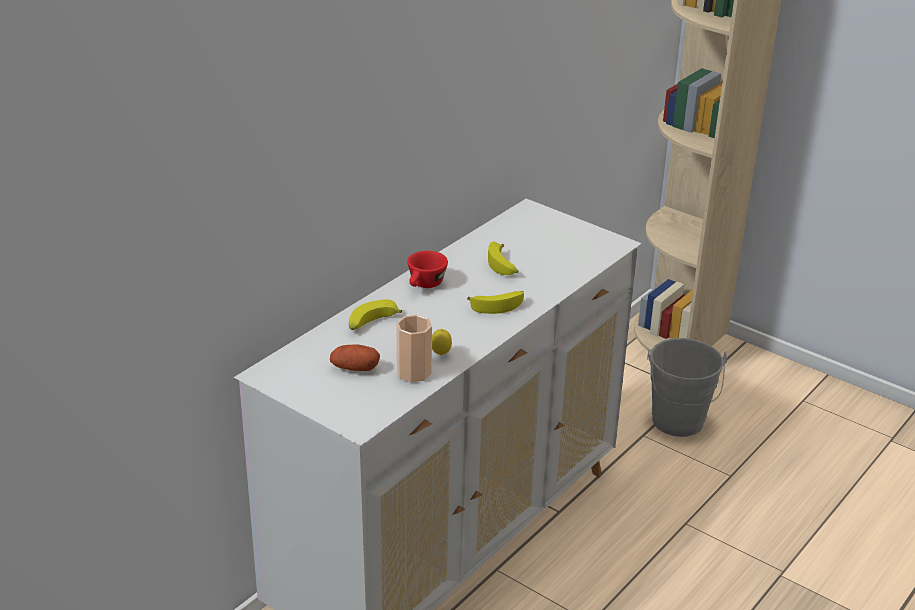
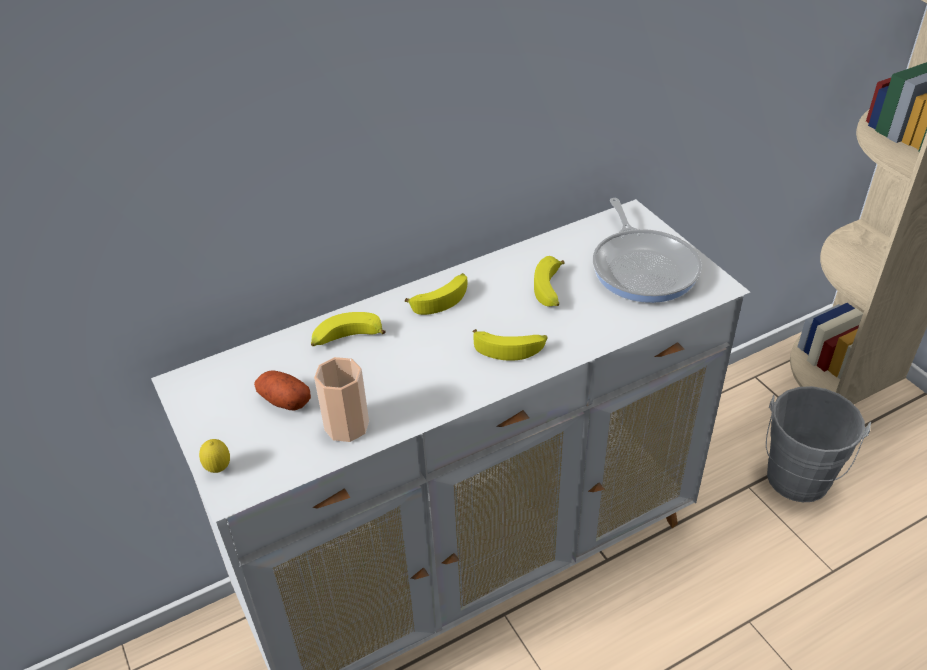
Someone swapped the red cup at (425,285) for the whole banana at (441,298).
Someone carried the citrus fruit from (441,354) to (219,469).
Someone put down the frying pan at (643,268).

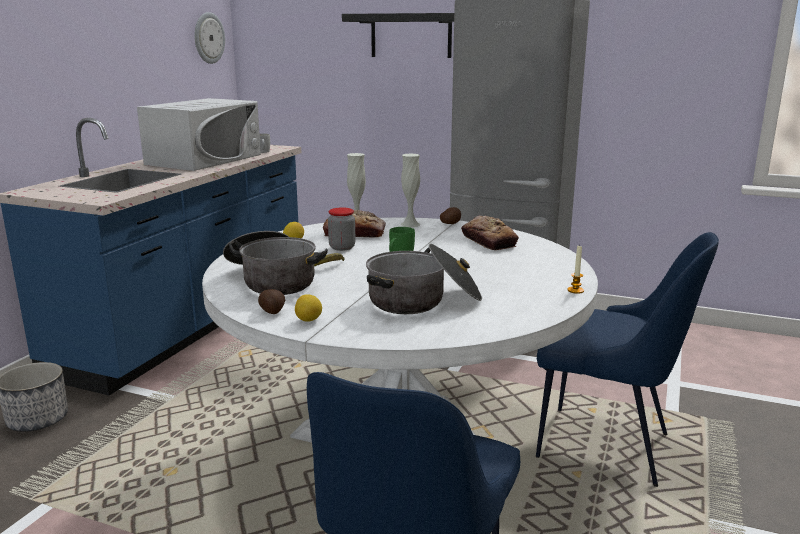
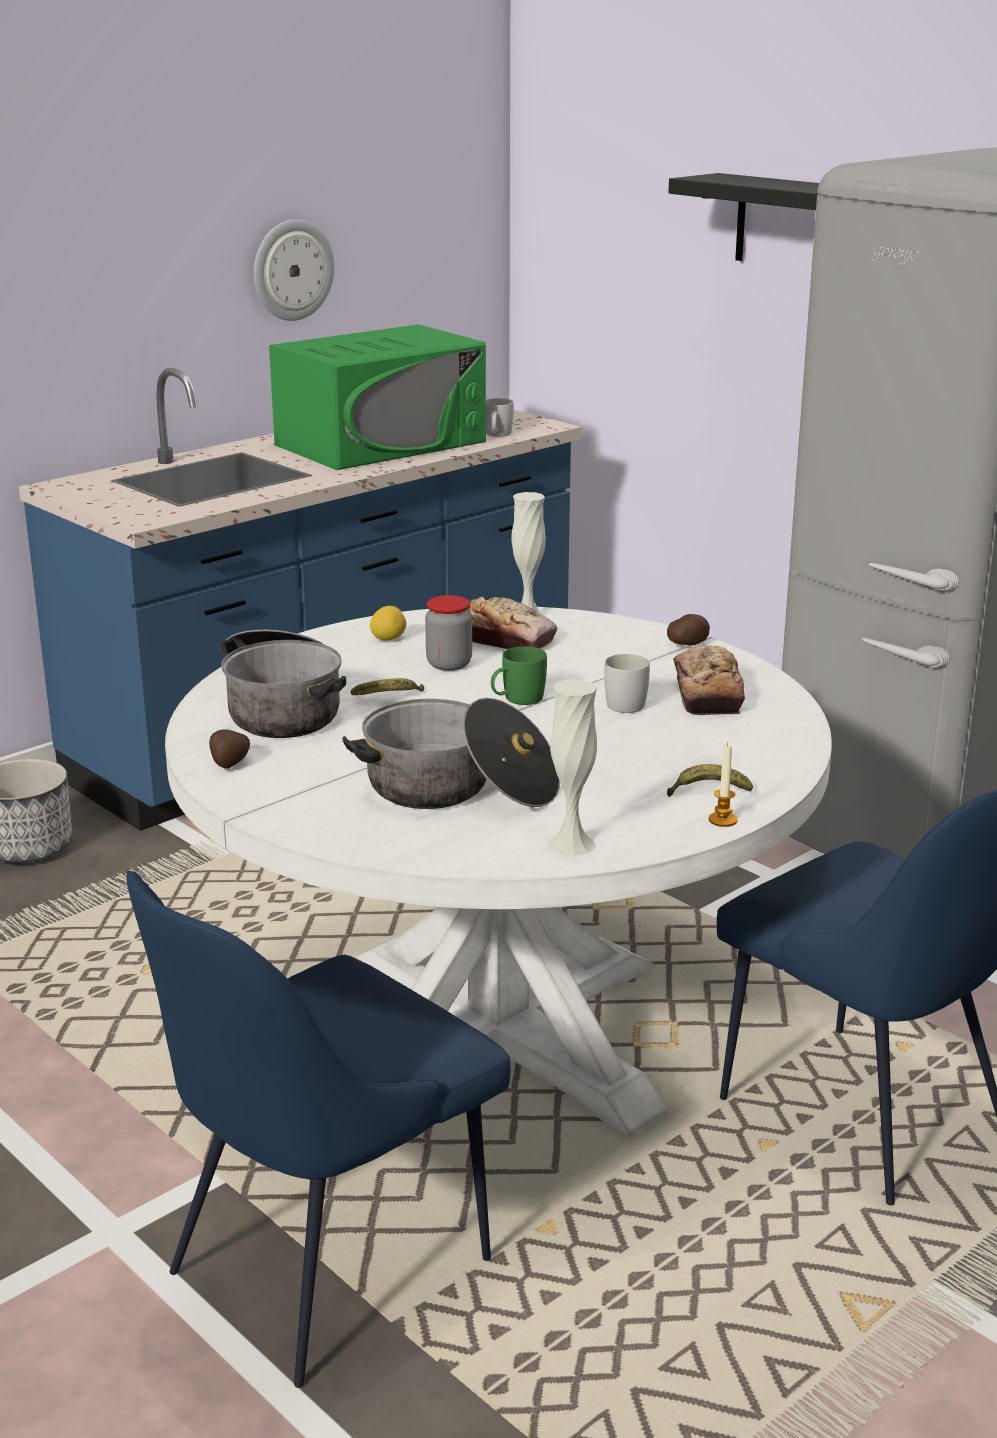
Someone repainted the white-coloured microwave at (204,159), which became the green microwave at (381,443).
Someone carried the hanging clock from (208,38) to (292,270).
Someone took away the citrus fruit at (309,320).
Someone carried the white-coloured decorative vase from (410,224) to (571,844).
Someone put down the white-coloured mug at (623,702).
Someone put down the whole banana at (707,791).

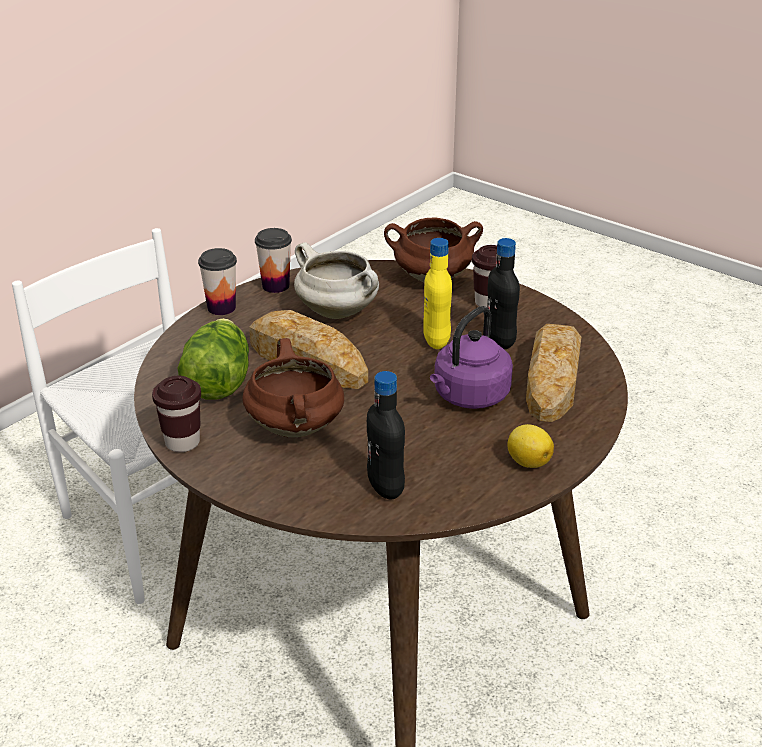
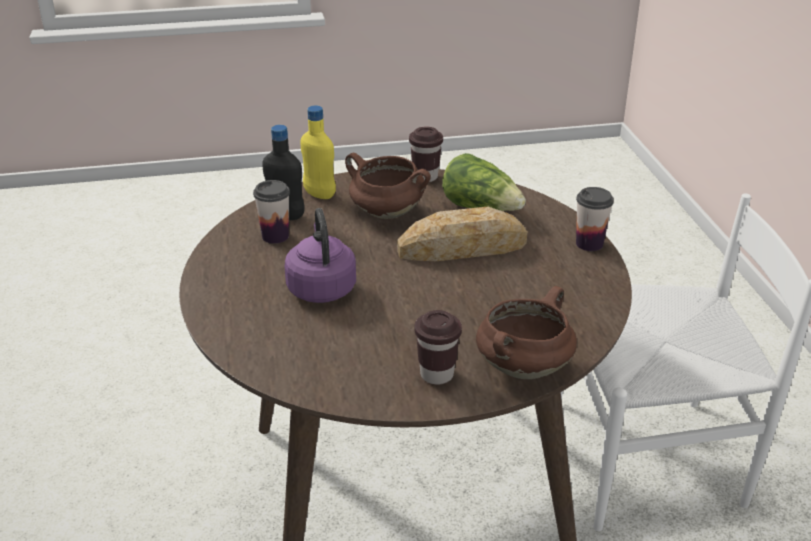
Someone carried the cup from (275,286) to (275,236).
Someone took away the white-coloured cooking pot at (339,312).
Someone carried the yellowish bottle from (436,340) to (319,194).
Someone took away the blackish bottle at (500,341).
Someone took away the citrus fruit at (527,461).
Someone took away the baked bread at (553,378).

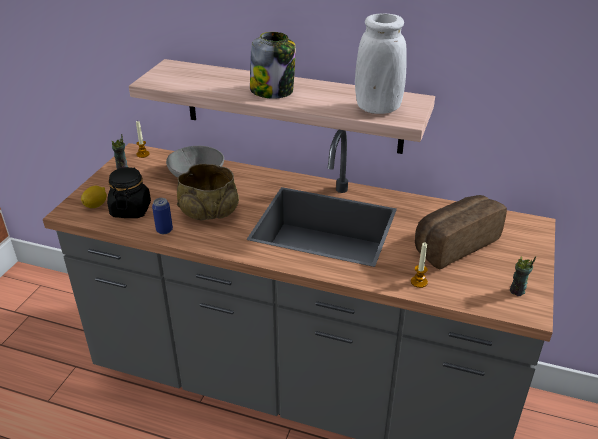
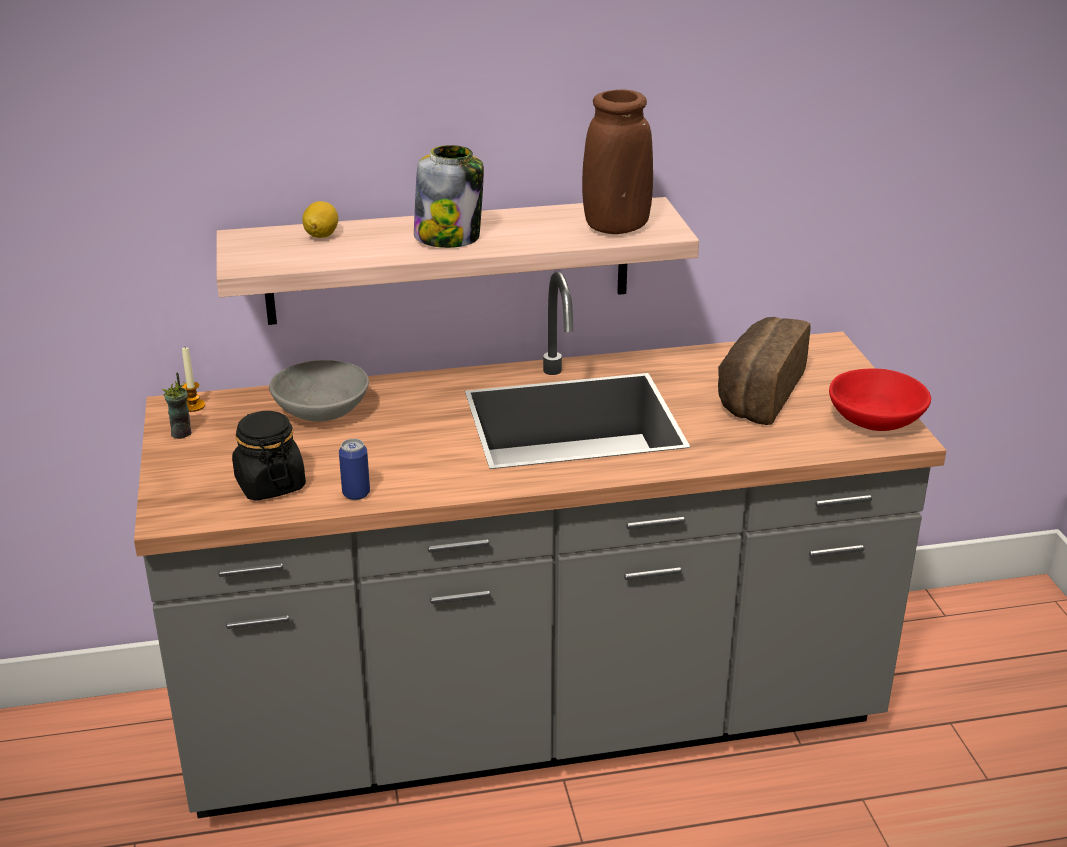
Someone carried the citrus fruit from (96,205) to (321,235).
Someone took away the beige bowl at (209,212).
Someone repainted the white-coloured decorative vase at (377,108), which became the brown-coloured decorative vase at (616,227).
Someone took away the wax light at (419,282).
Someone swapped the cup at (517,291) for the red bowl at (874,421).

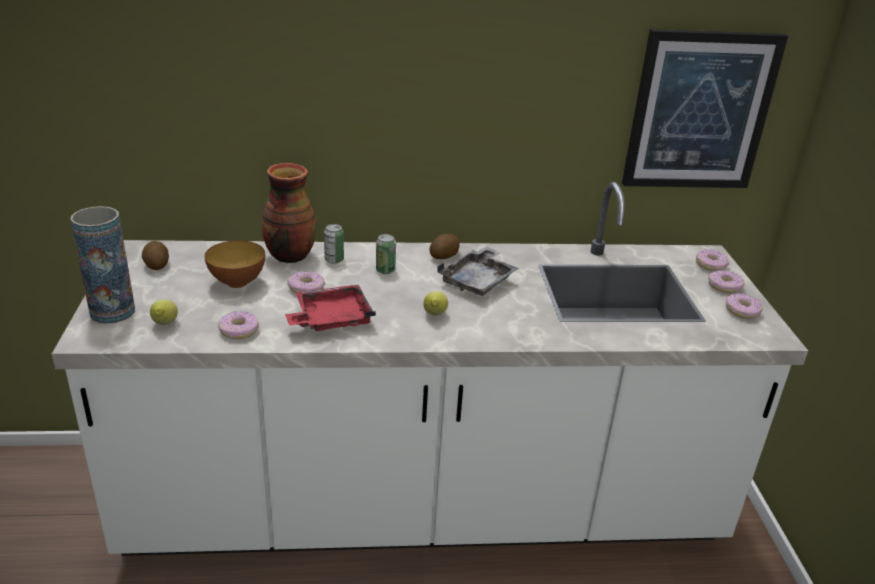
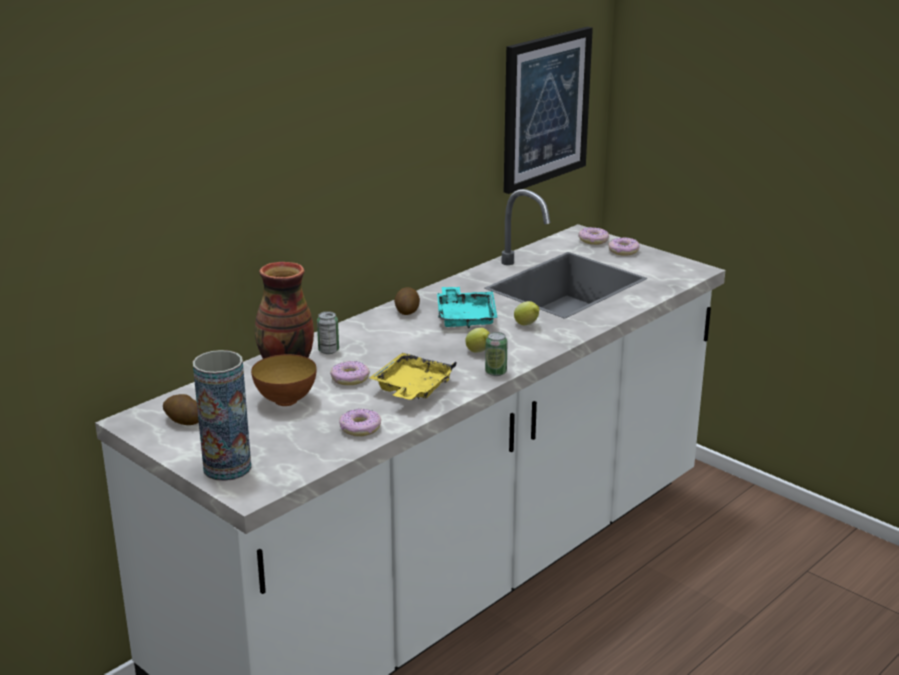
Someone carried the citrus fruit from (165,325) to (527,325).
Someone repainted the red tray at (331,319), which became the yellowish tray at (412,389).
Someone carried the metal can from (385,270) to (496,372).
Someone repainted the greyish tray at (478,281), which became the turquoise-coloured tray at (465,317).
Someone took away the ring doughnut at (742,311).

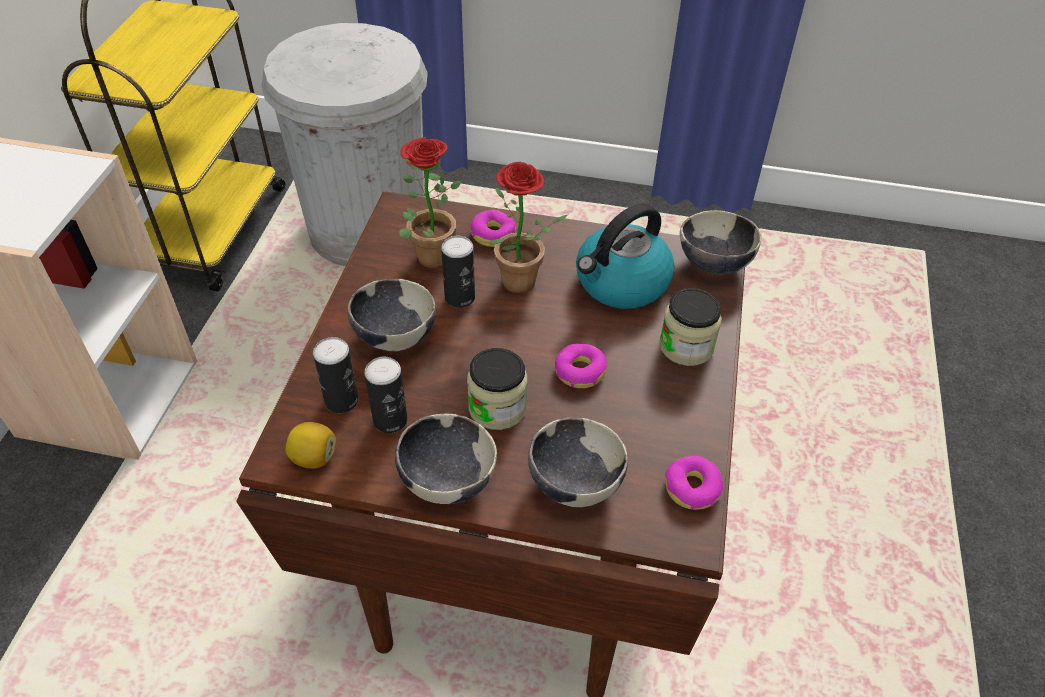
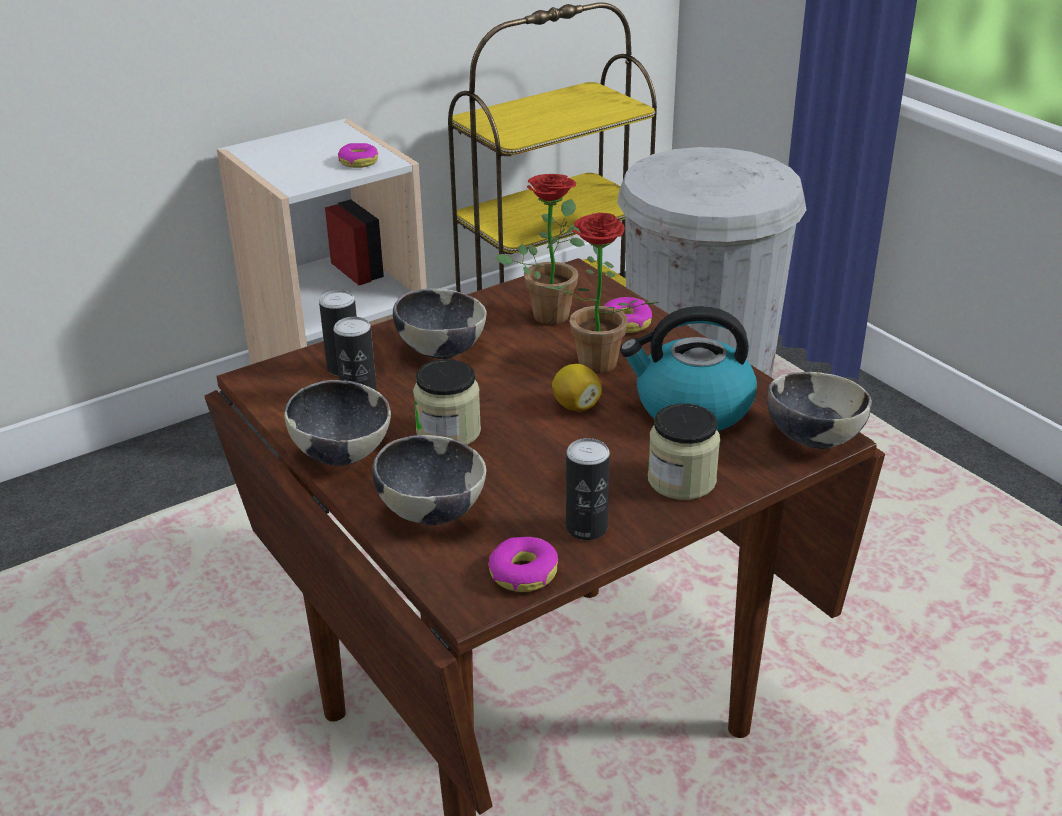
Someone carried the citrus fruit from (314,457) to (576,406).
Someone carried the metal can from (460,297) to (586,528).
Someone carried the ring doughnut from (579,371) to (358,162).

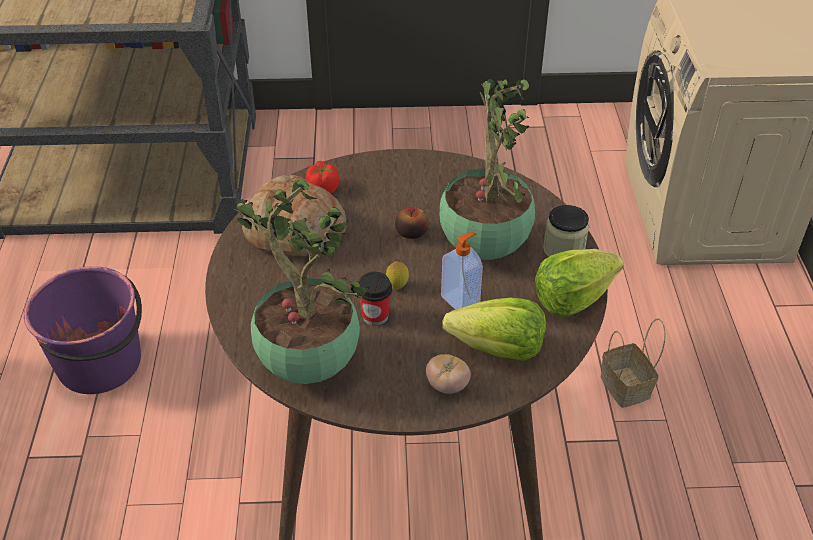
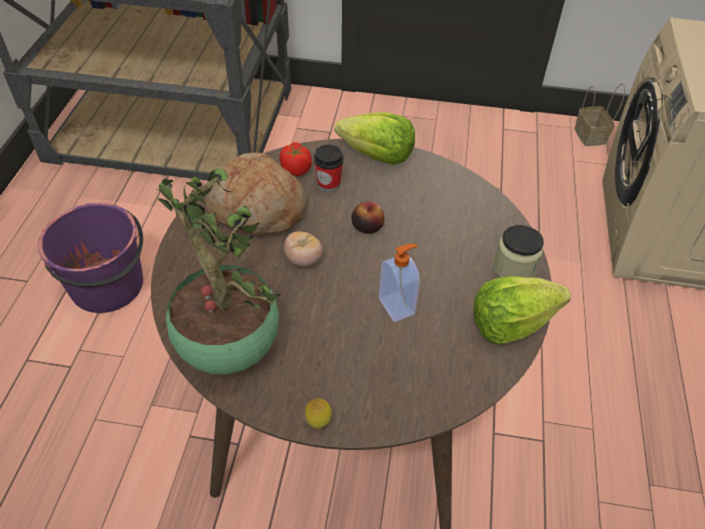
Someone carried the cup from (375,316) to (329,184).
Someone carried the citrus fruit from (397,286) to (318,422).
Someone carried the tomato from (447,385) to (303,260).
Someone took away the potted plant at (483,245).
Someone carried the lettuce from (498,349) to (377,156).
Someone carried the basket from (627,388) to (591,136).

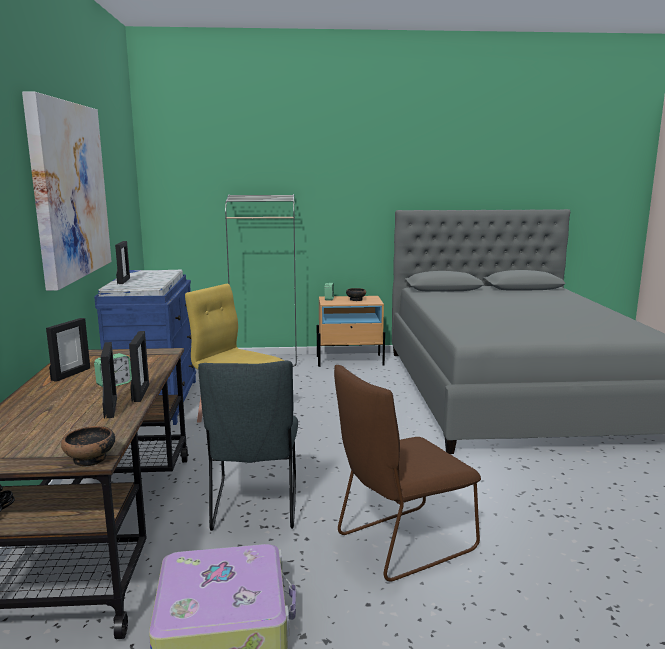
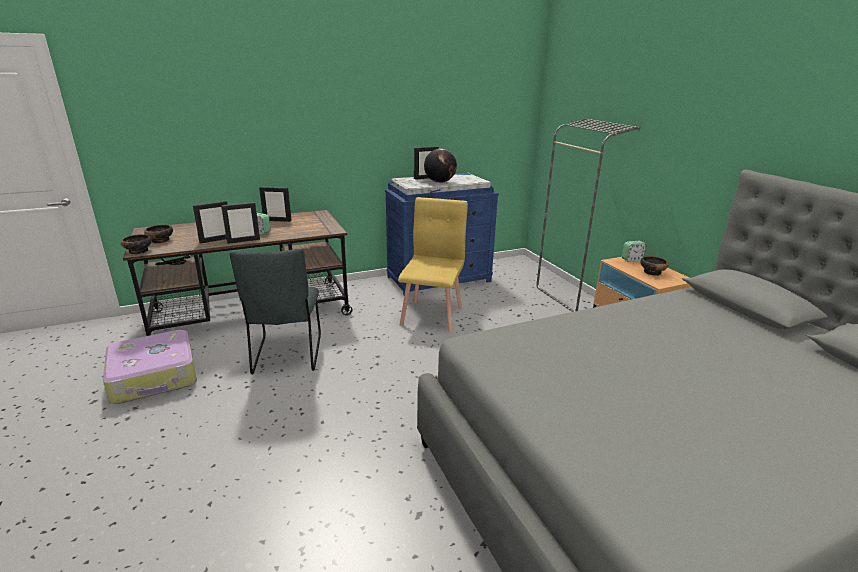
Someone took away the picture at (68,191).
Someone rotated the greyish plain chair at (255,508) by 75 degrees counterclockwise.
Someone took away the brown-coloured plain chair at (400,544).
Someone put down the bowl at (160,240).
Someone put down the world globe at (439,182).

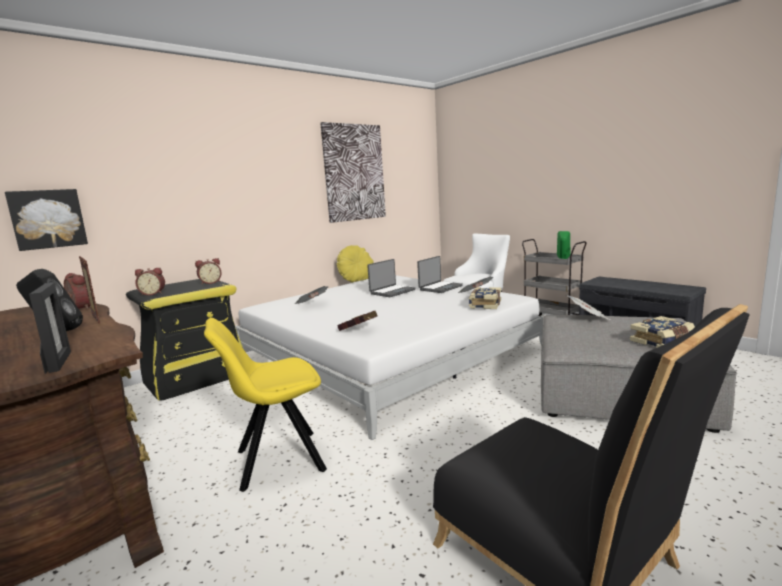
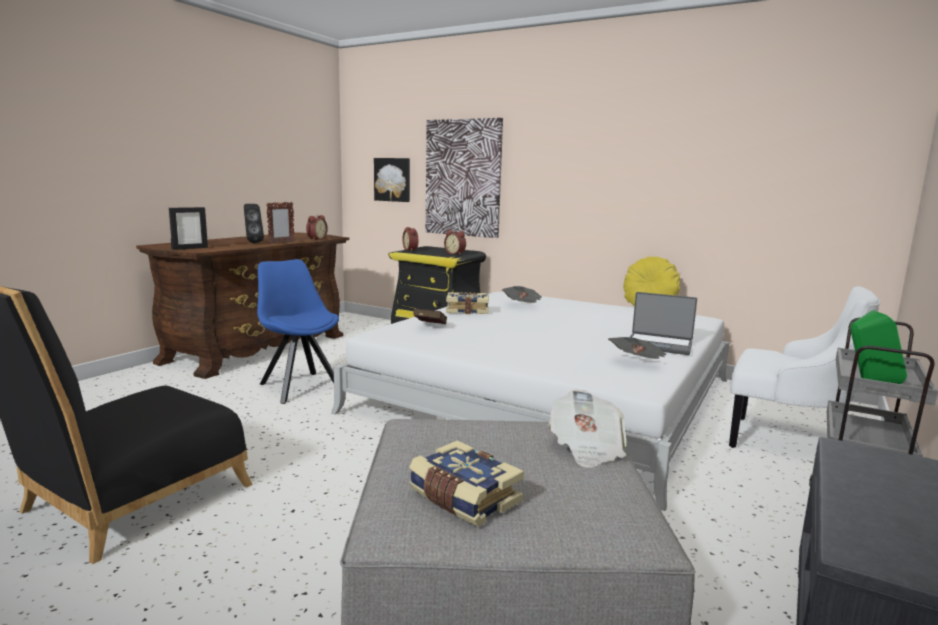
Someone repainted the yellowish plain chair at (279,460), which became the bluish plain chair at (300,387).
Someone carried the picture from (354,173) to (463,178).
Someone took away the laptop at (392,292).
Someone carried the volume from (484,305) to (467,310).

